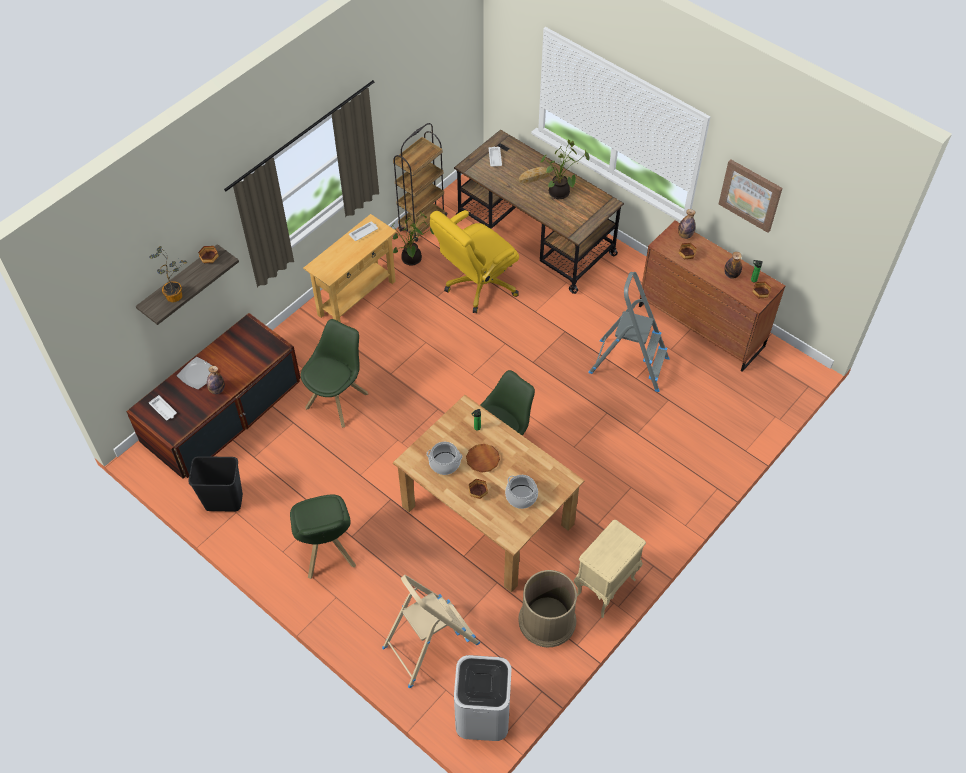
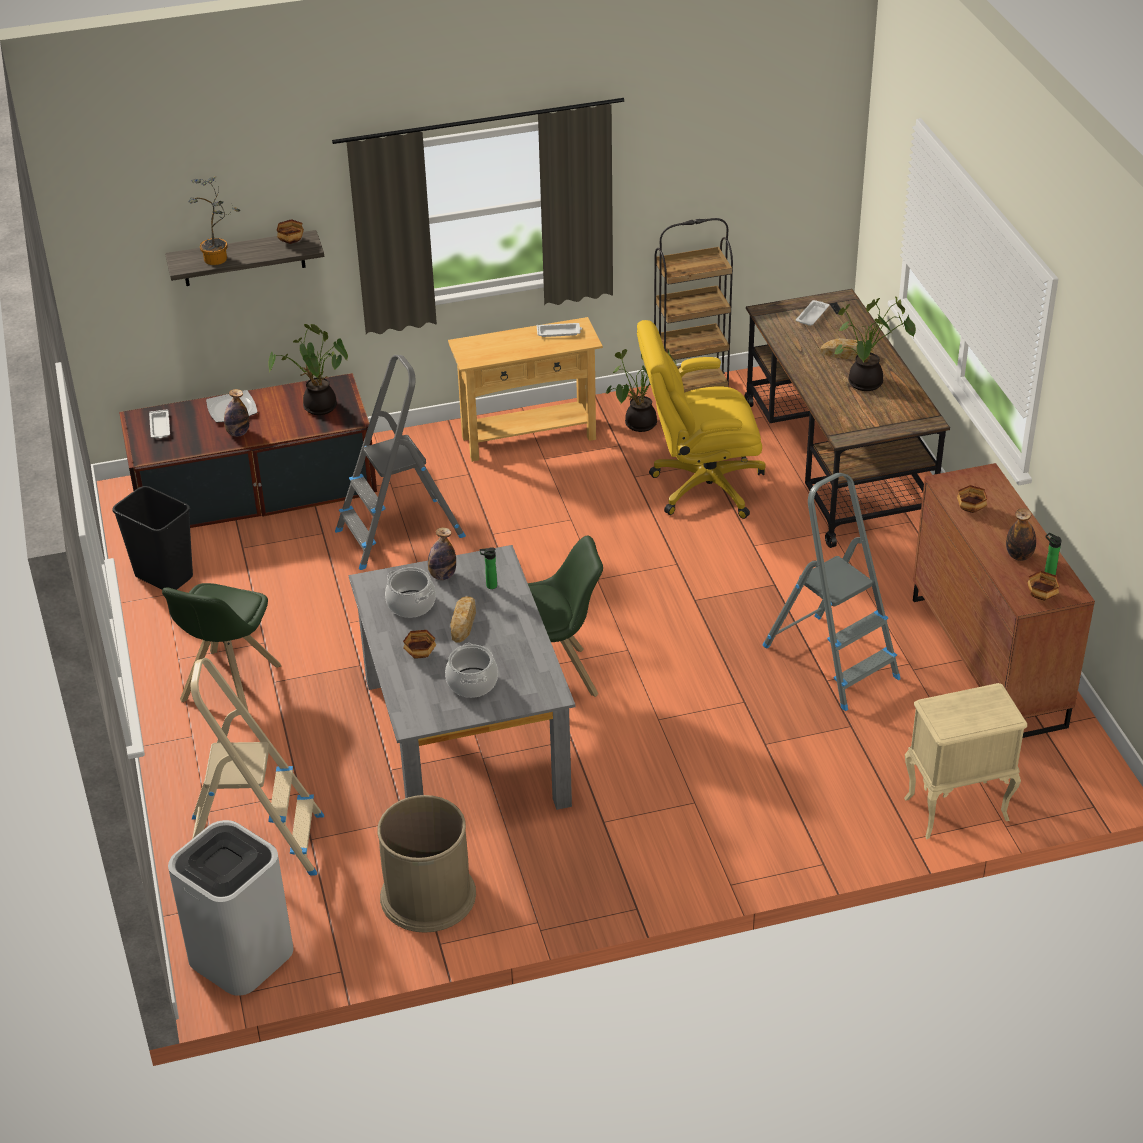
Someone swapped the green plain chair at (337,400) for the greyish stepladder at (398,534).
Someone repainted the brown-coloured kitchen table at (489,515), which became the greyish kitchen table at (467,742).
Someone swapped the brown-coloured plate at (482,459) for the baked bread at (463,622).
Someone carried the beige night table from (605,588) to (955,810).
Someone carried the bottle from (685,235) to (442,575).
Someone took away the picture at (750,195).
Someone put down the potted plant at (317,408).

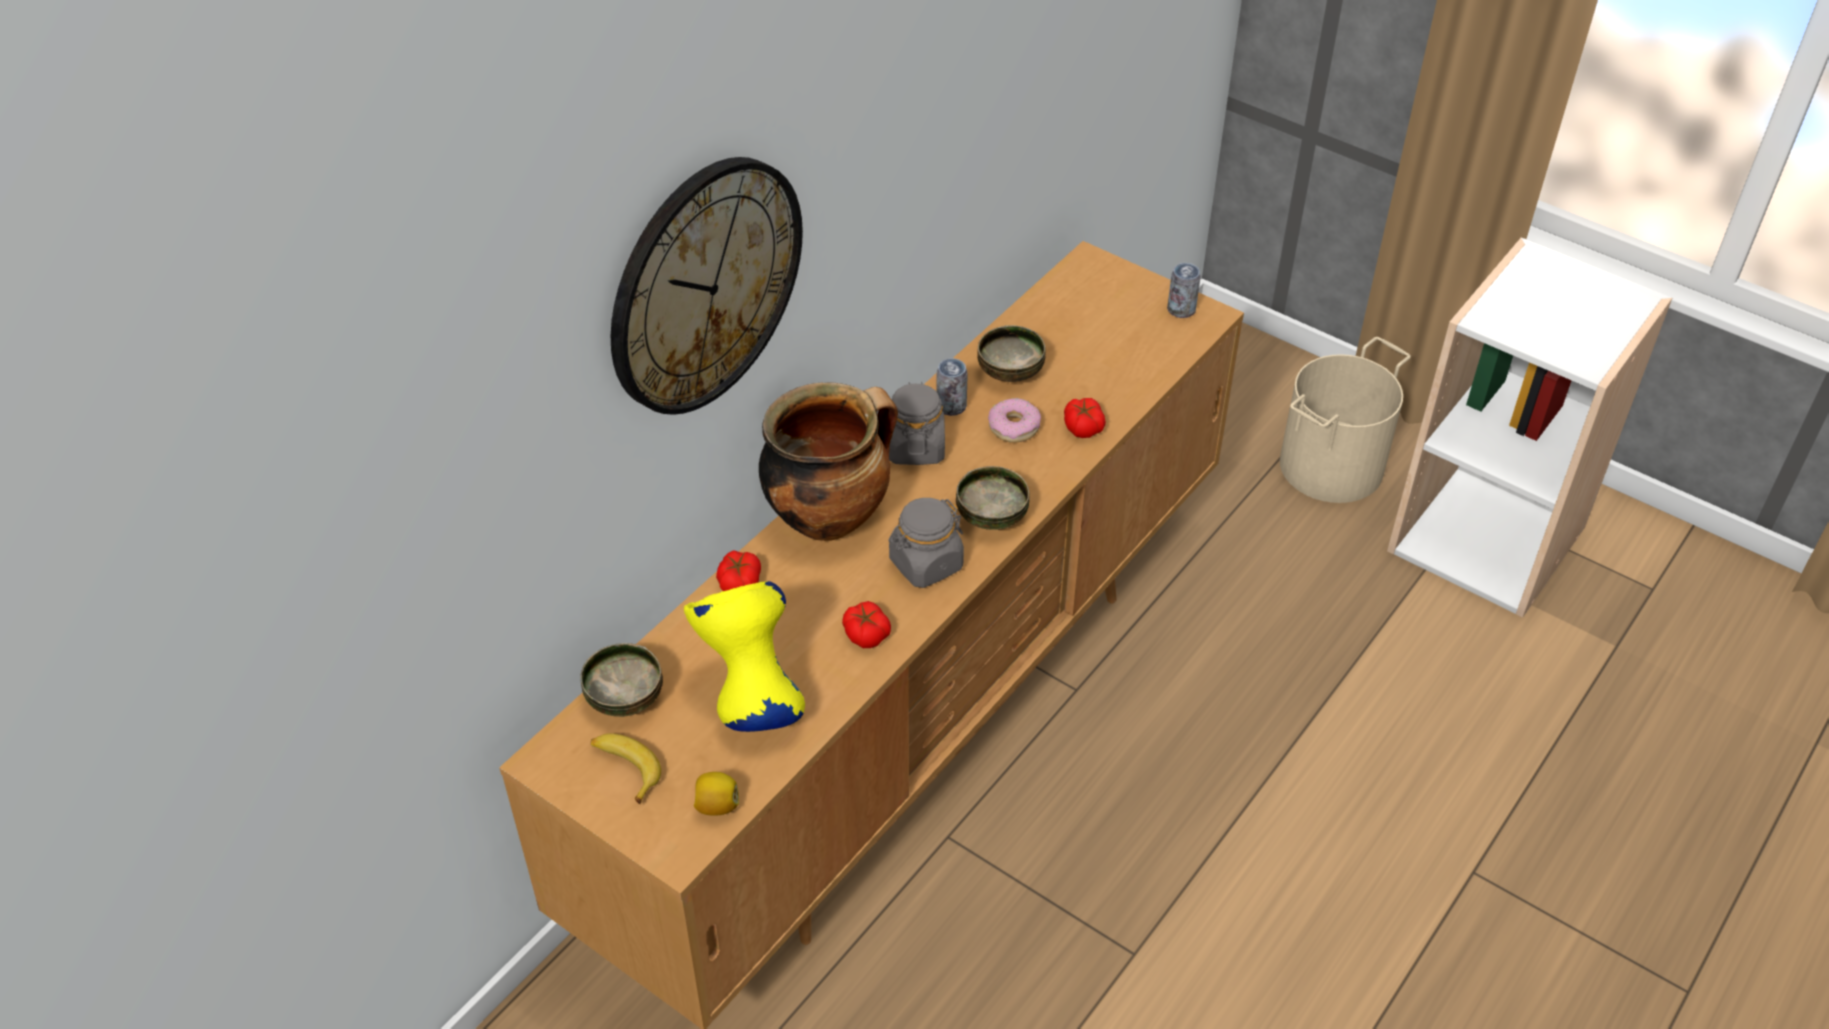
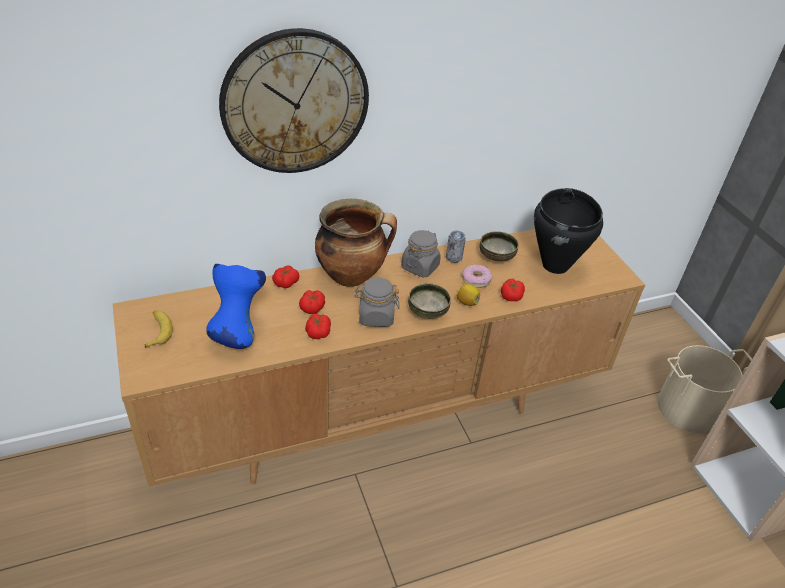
Someone took away the bowl at (625,697).
Someone repainted the yellowish decorative vase at (750,700), which became the bluish decorative vase at (238,332).
Someone carried the citrus fruit from (716,805) to (467,302).
Someone took away the metal can at (1181,310).
Someone put down the tomato at (312,307).
Someone put down the blackish cooking pot at (555,265).

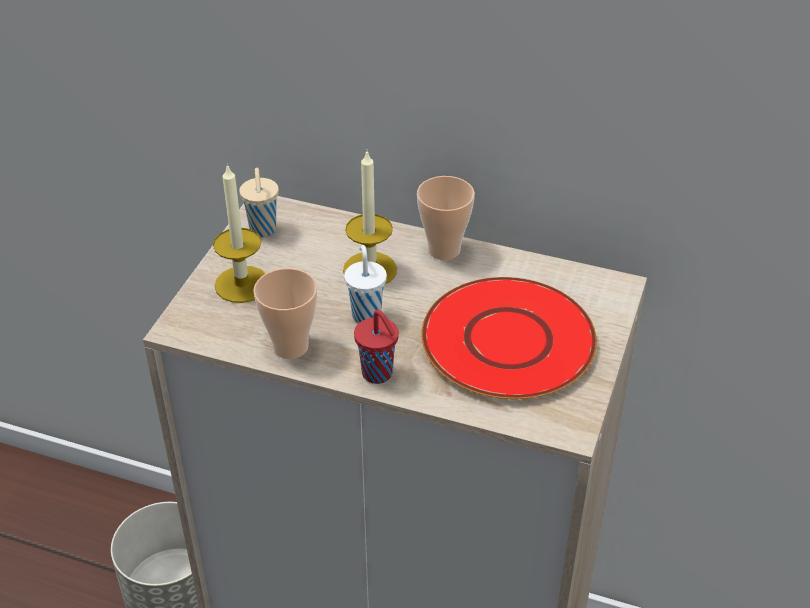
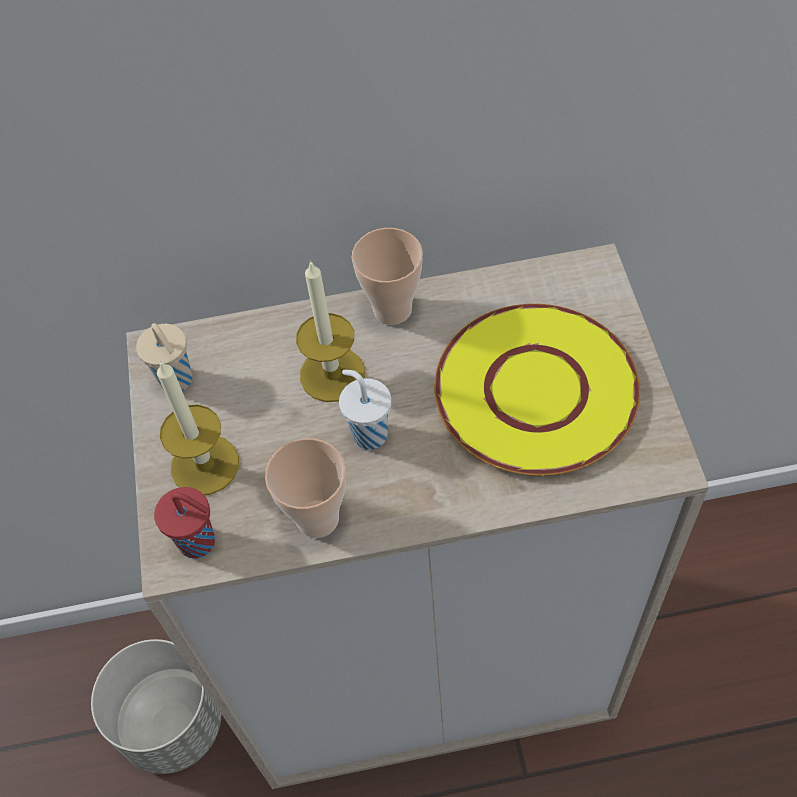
Someone carried the red cup from (378,375) to (199,543).
Someone repainted the red plate at (509,340), which became the yellowish plate at (536,389).

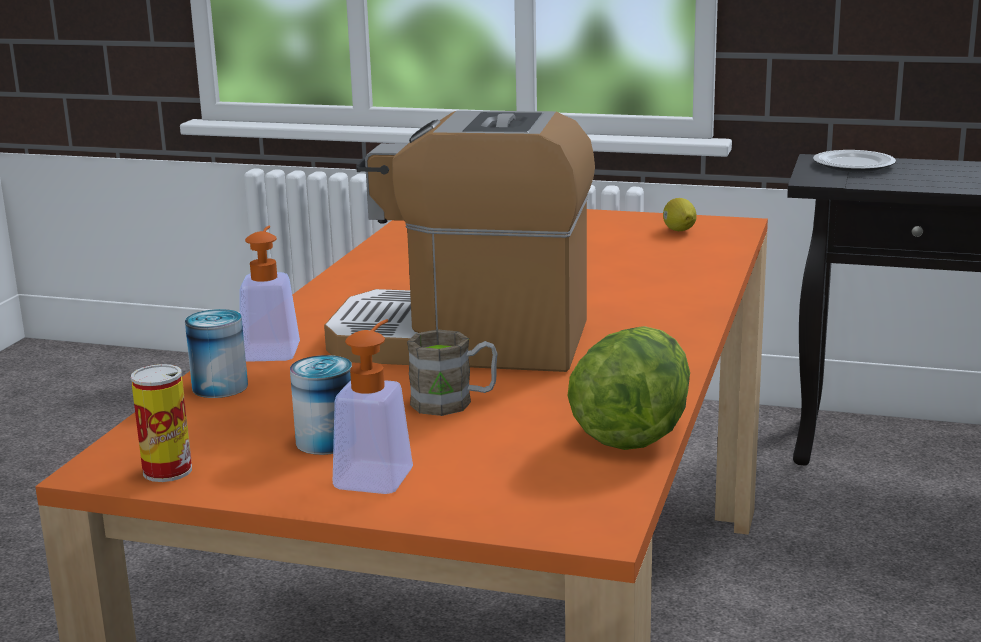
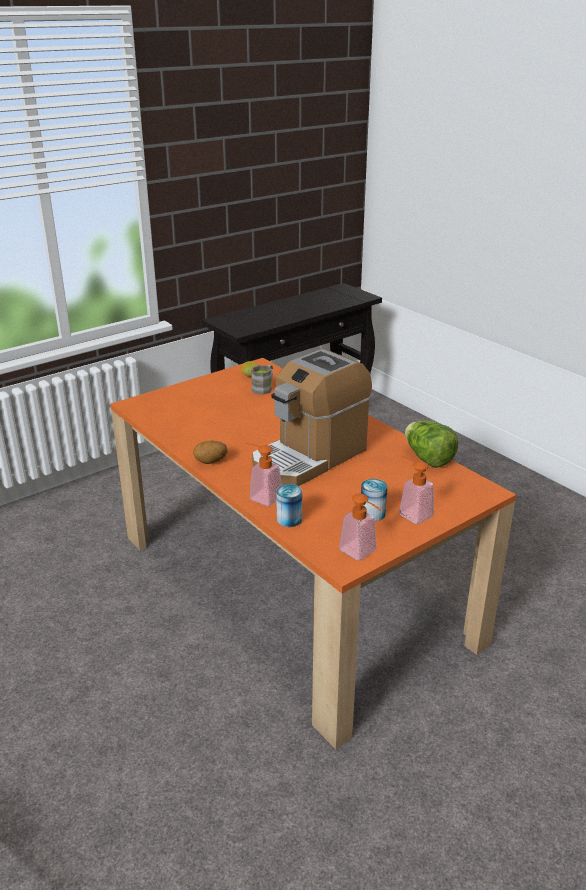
Someone swapped the metal can at (167,471) for the soap dispenser at (362,553).
Someone carried the brown-coloured mug from (454,402) to (264,388).
Someone took away the plate at (854,165).
Someone put down the potato at (211,462).

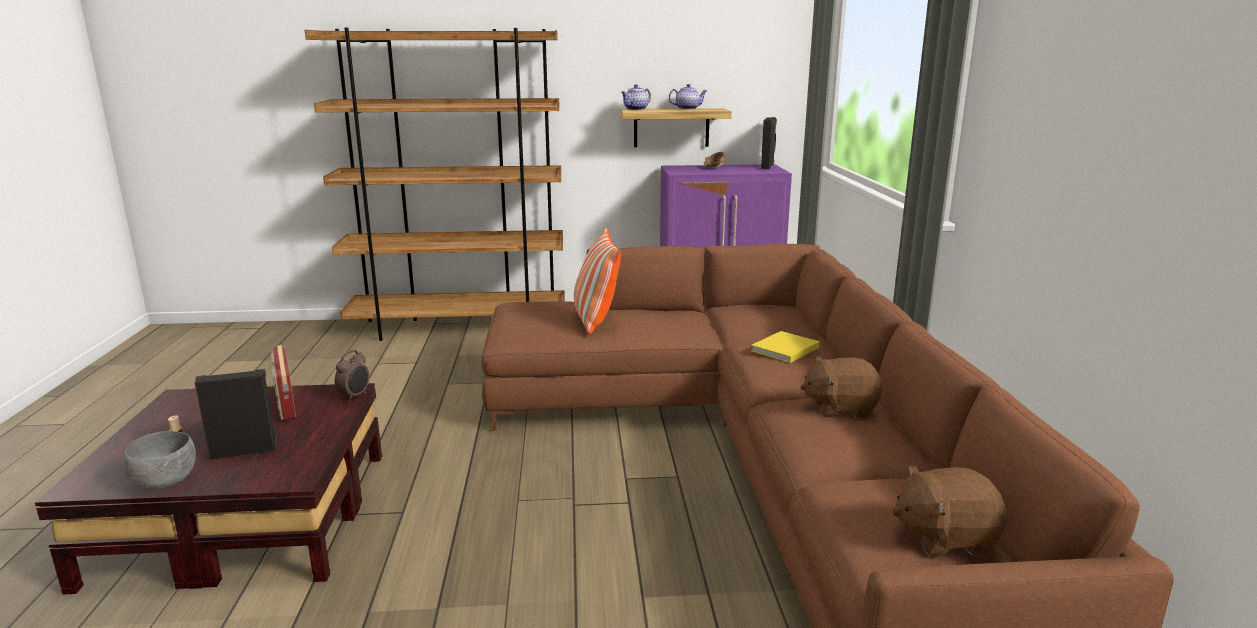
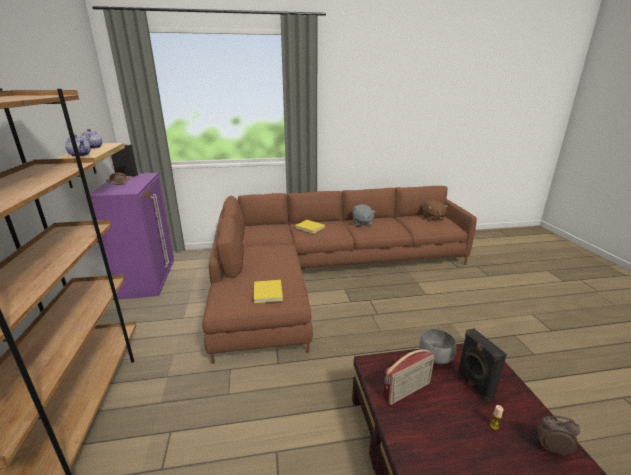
Someone carried the greyish bowl from (167,482) to (434,357).
Someone carried the bedside clock from (355,396) to (551,448).
Someone took away the cushion at (595,320).
Someone repainted the brown-coloured plush toy at (840,408), which became the greyish plush toy at (362,223).
Someone put down the yellowish volume at (268,293).

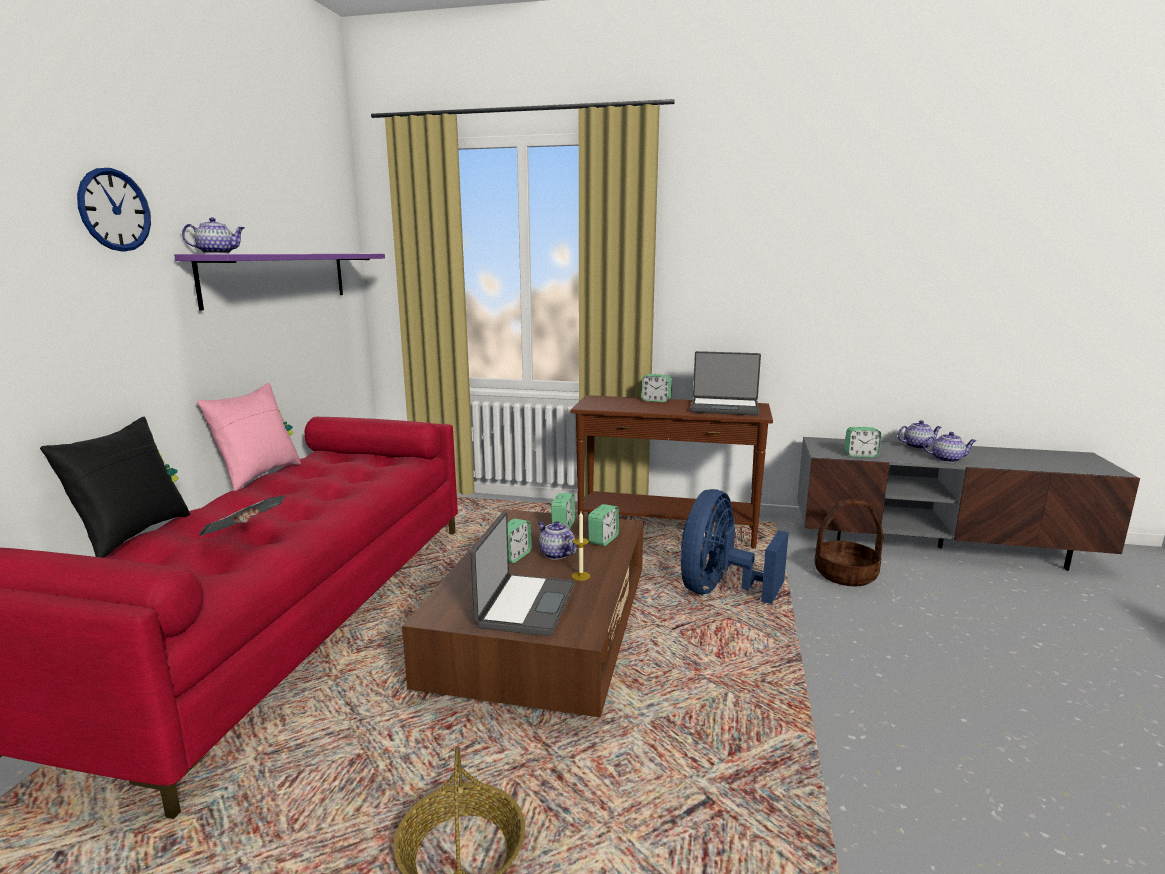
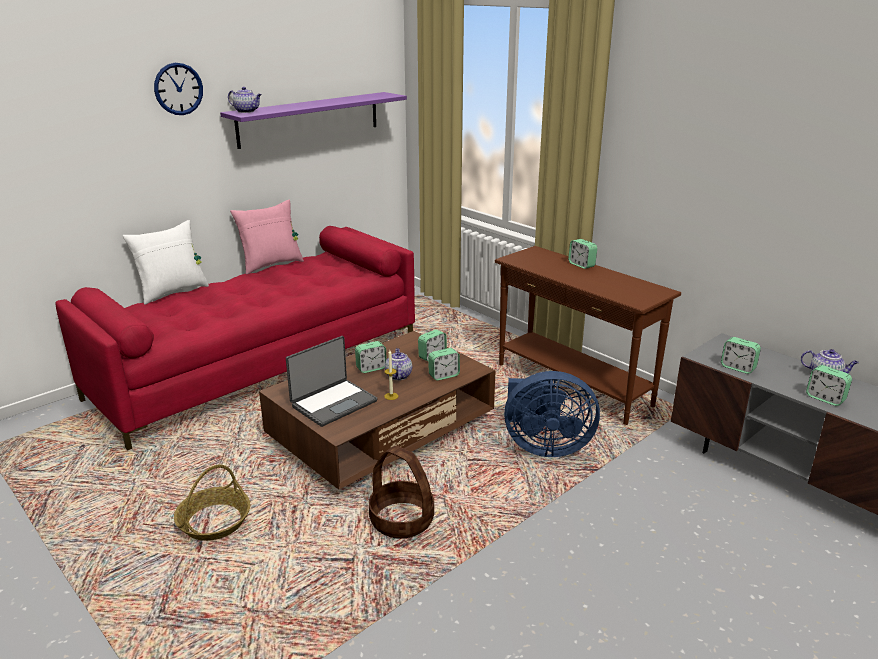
Someone repainted the blackish cushion at (133,535), which became the white-coloured cushion at (172,292).
Someone took away the daily paper at (245,537).
Someone rotated the bluish cooling fan at (719,590) by 150 degrees counterclockwise.
Someone took away the laptop at (724,408).
Someone carried the basket from (845,574) to (402,520).
Someone swapped the teapot at (947,459) for the bedside clock at (825,398).

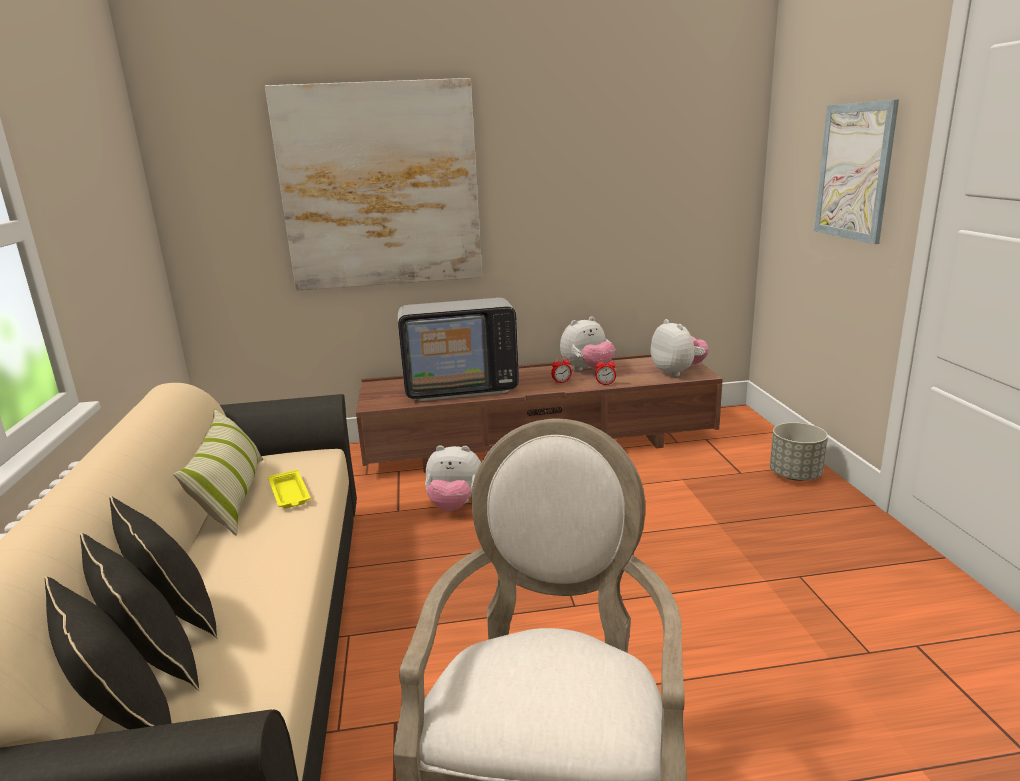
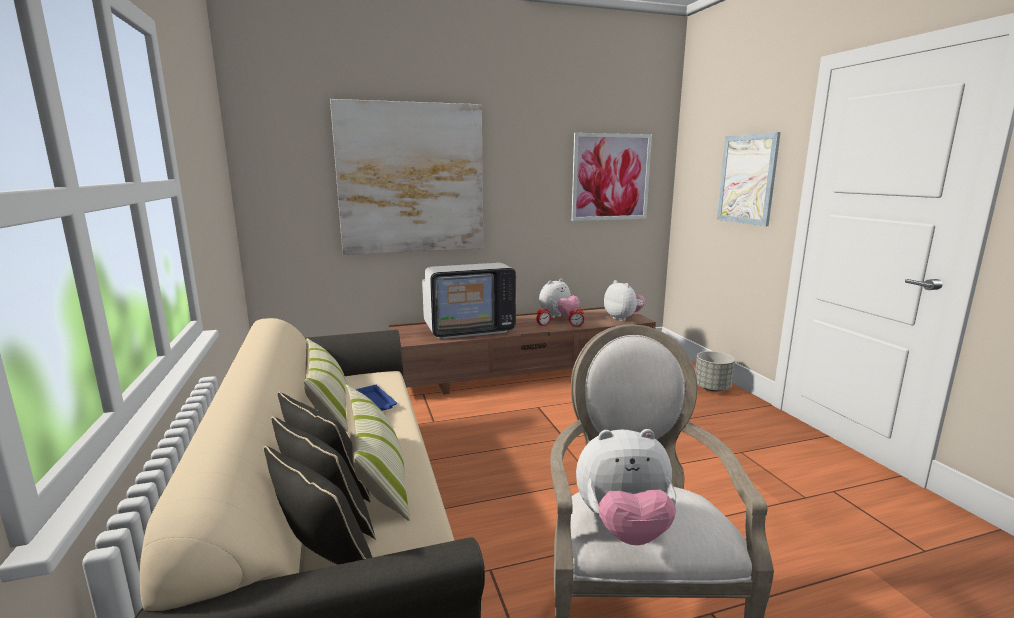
Someone repainted the yellowish tray at (290,494), which became the bluish tray at (376,402).
Someone carried the plush toy from (455,505) to (624,528).
Someone put down the cushion at (377,474).
Someone put up the picture at (611,177).

